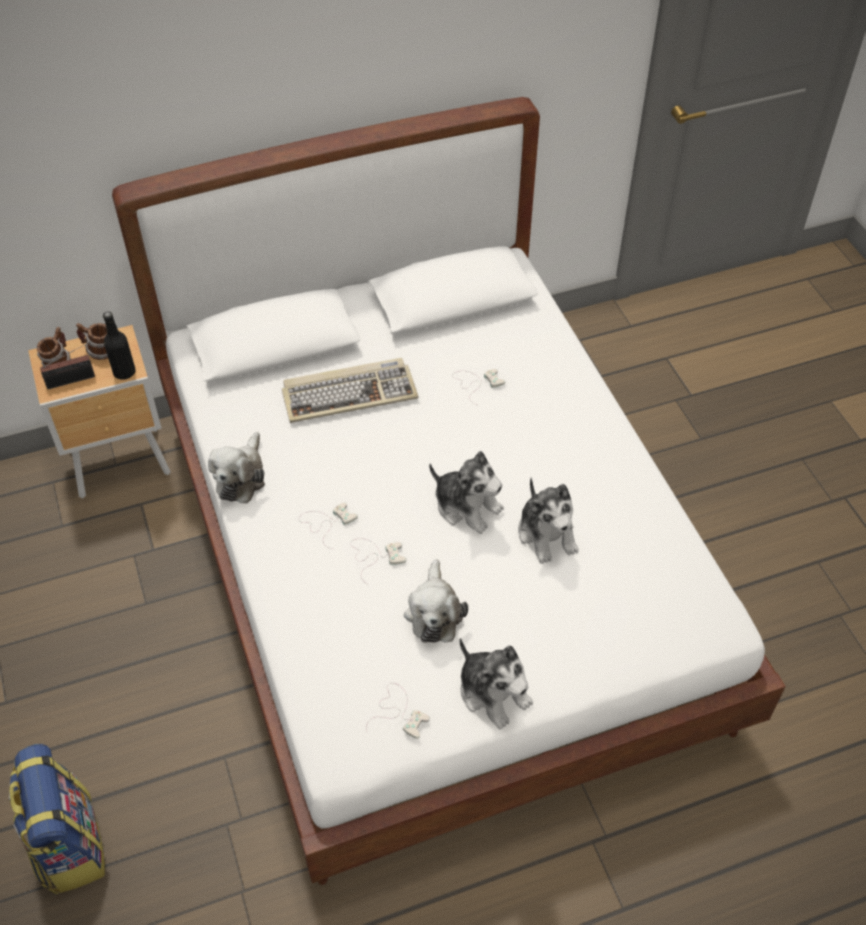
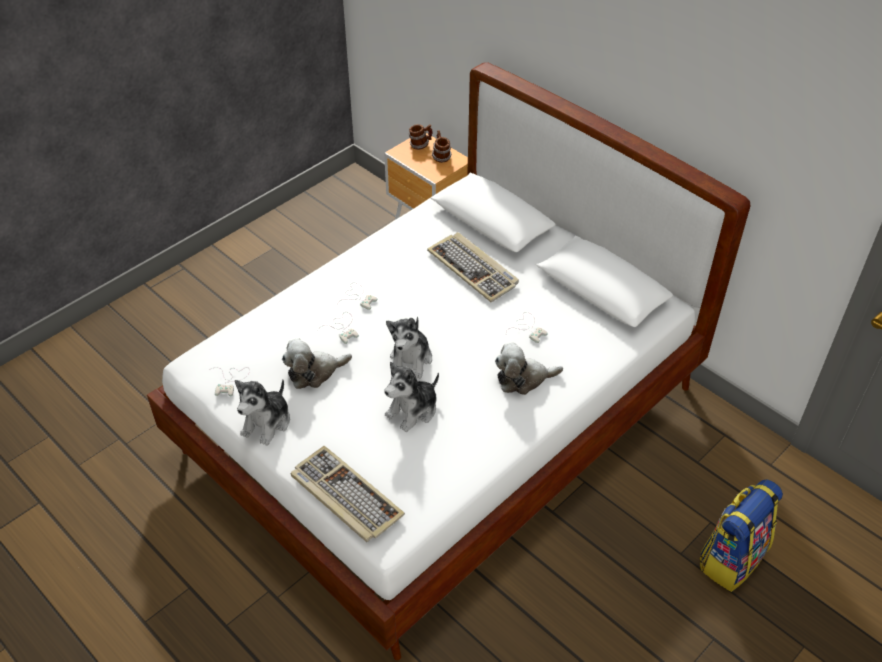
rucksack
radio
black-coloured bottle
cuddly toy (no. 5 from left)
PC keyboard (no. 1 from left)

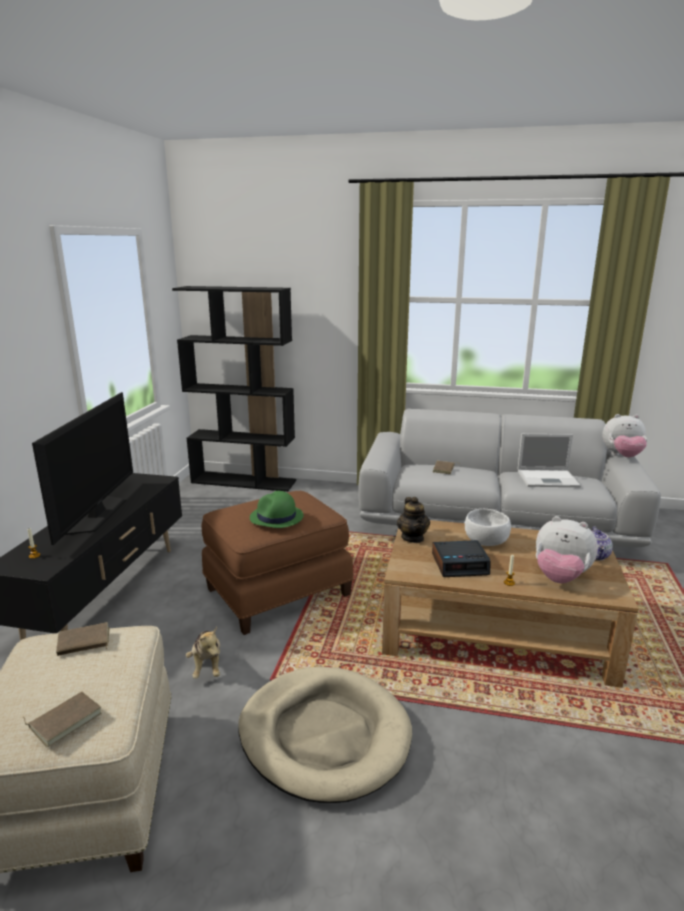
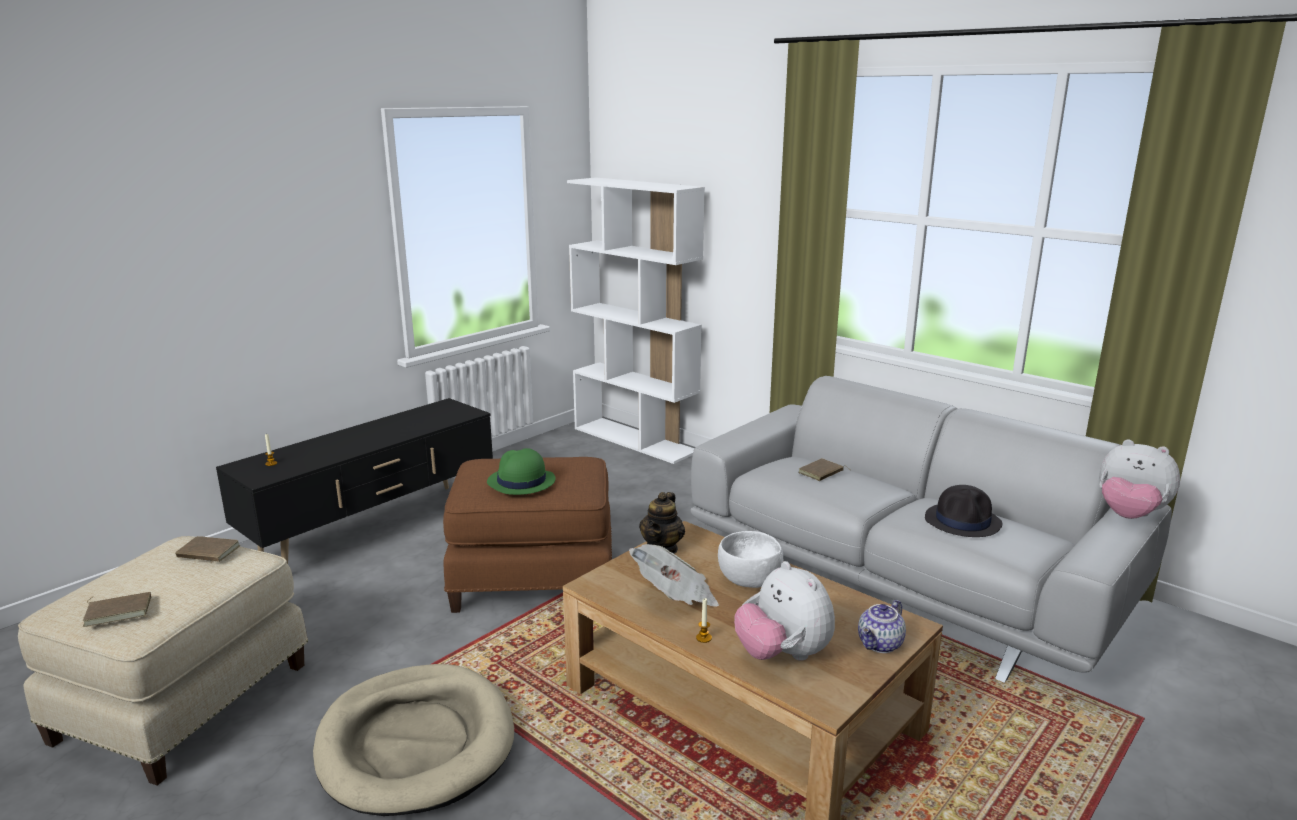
TV set
whitish shelving unit
cuddly toy (no. 1 from left in the first image)
newspaper
black-coloured wearable hat

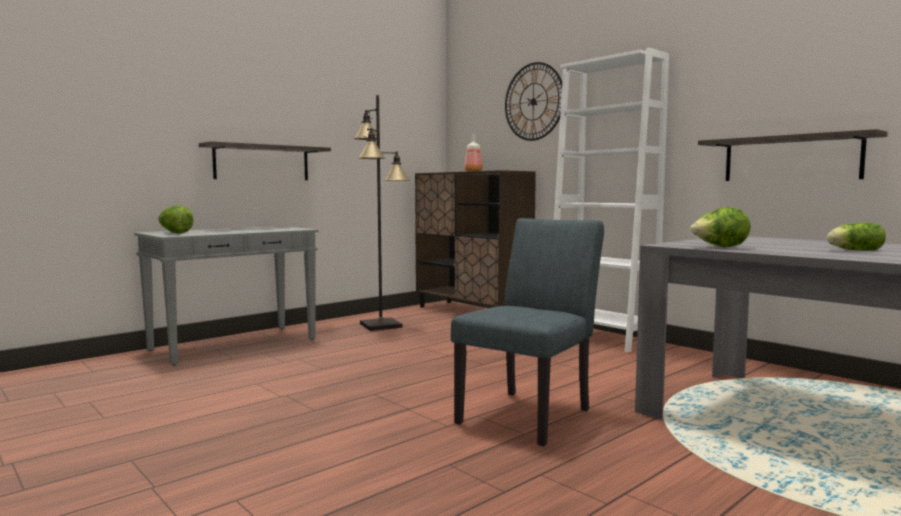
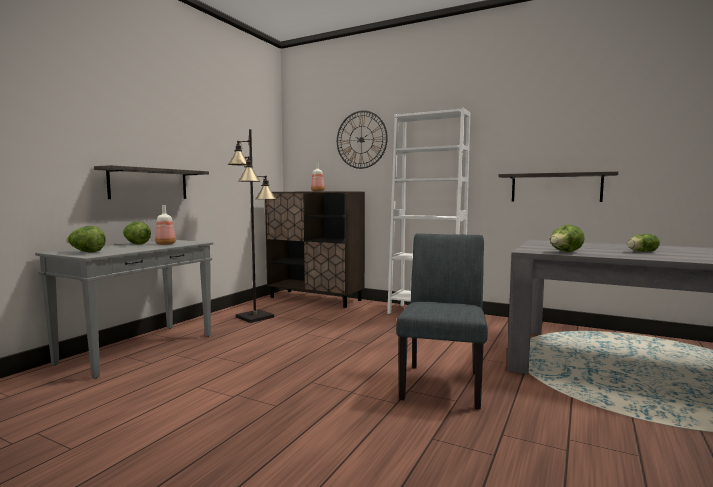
lettuce (no. 2 from left)
bottle (no. 1 from left)

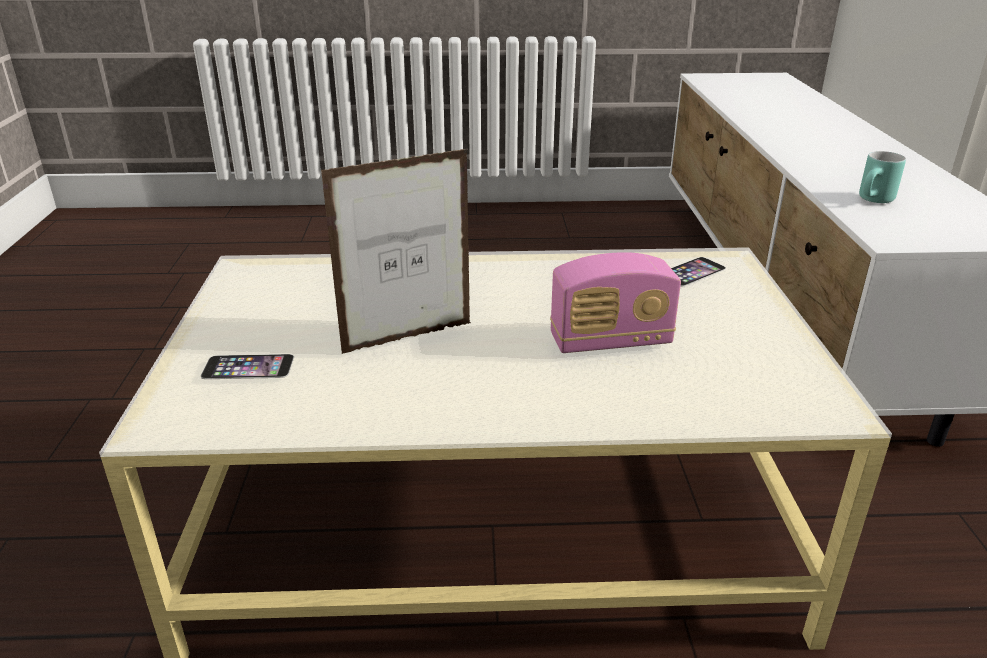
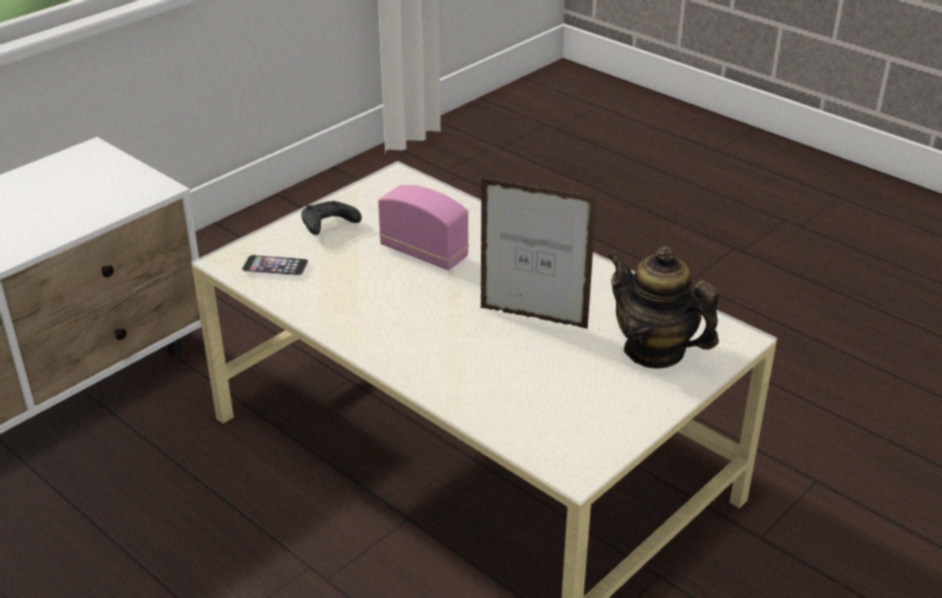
teapot
turquoise tea mug
black-coloured gamepad

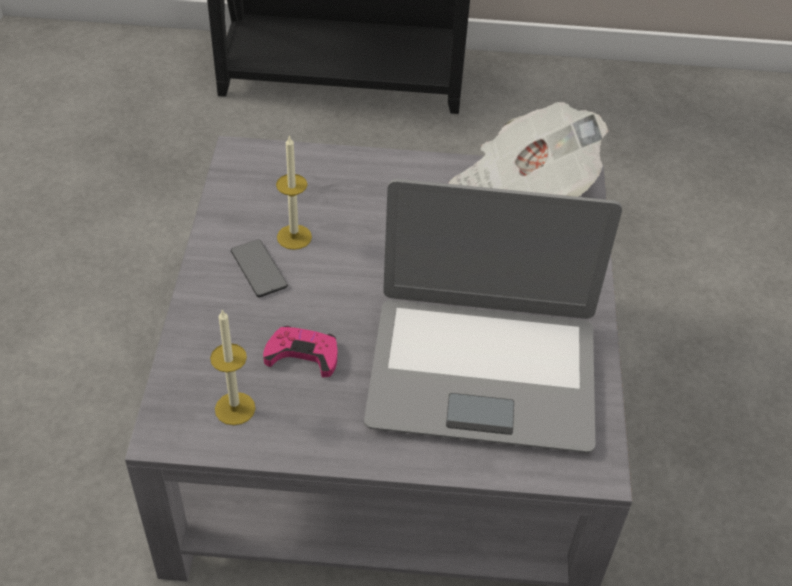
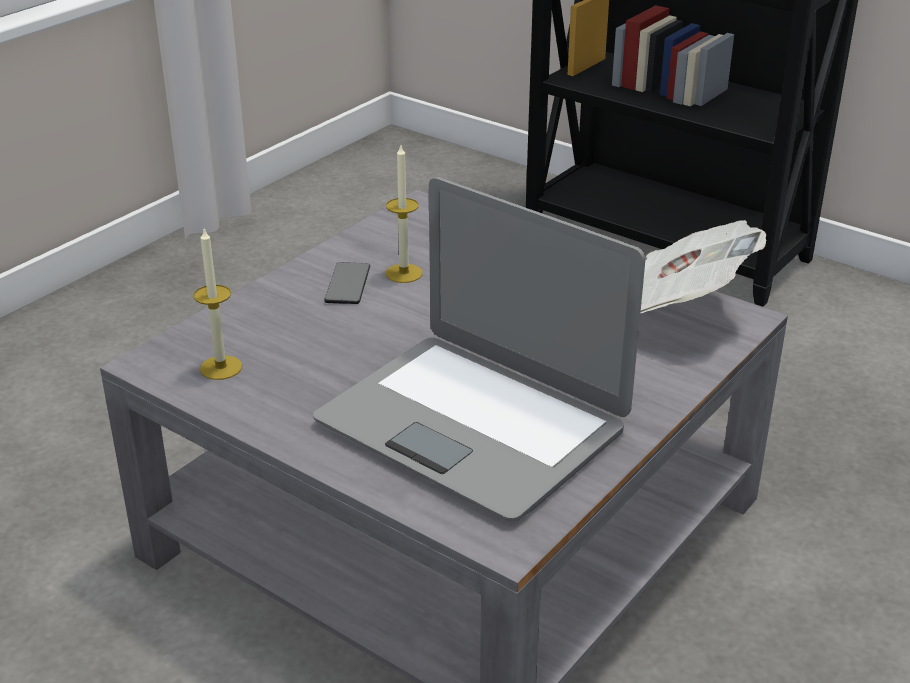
pinkish gamepad

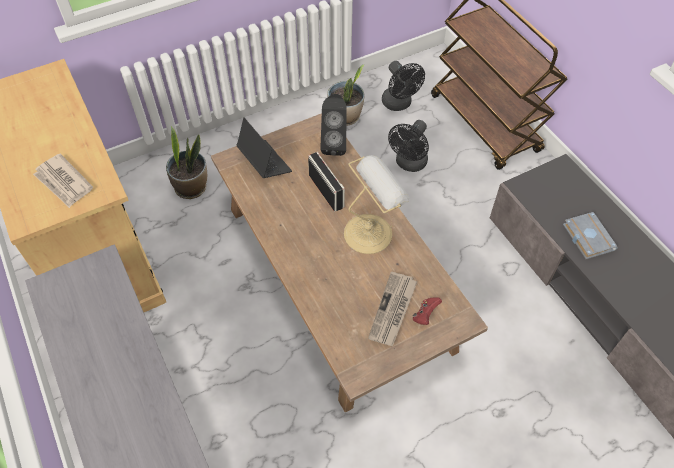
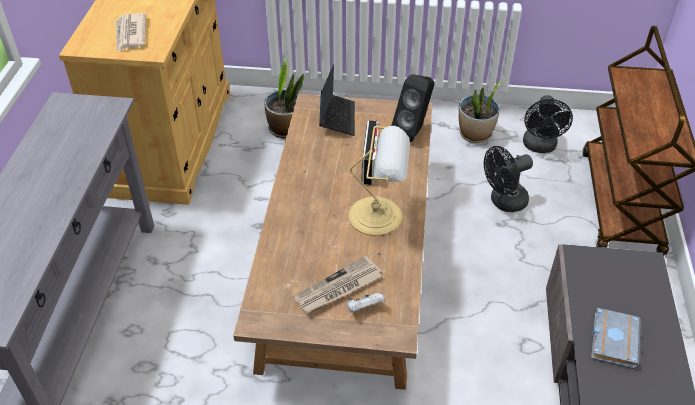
whitish gamepad

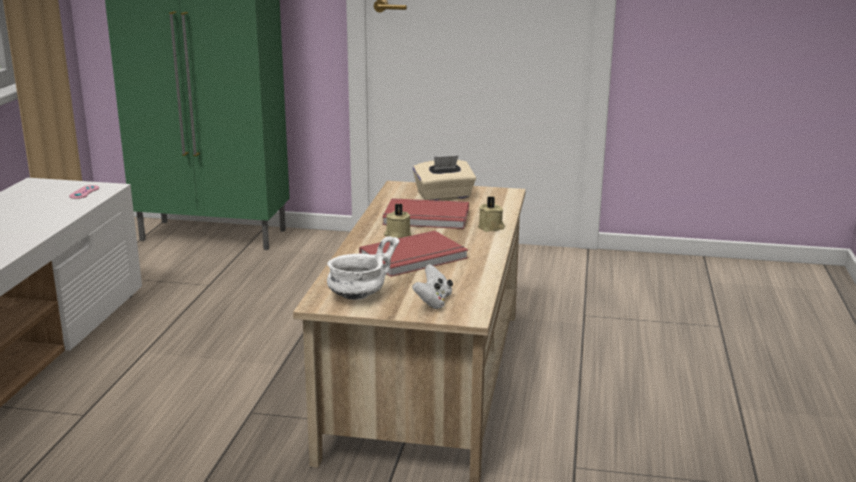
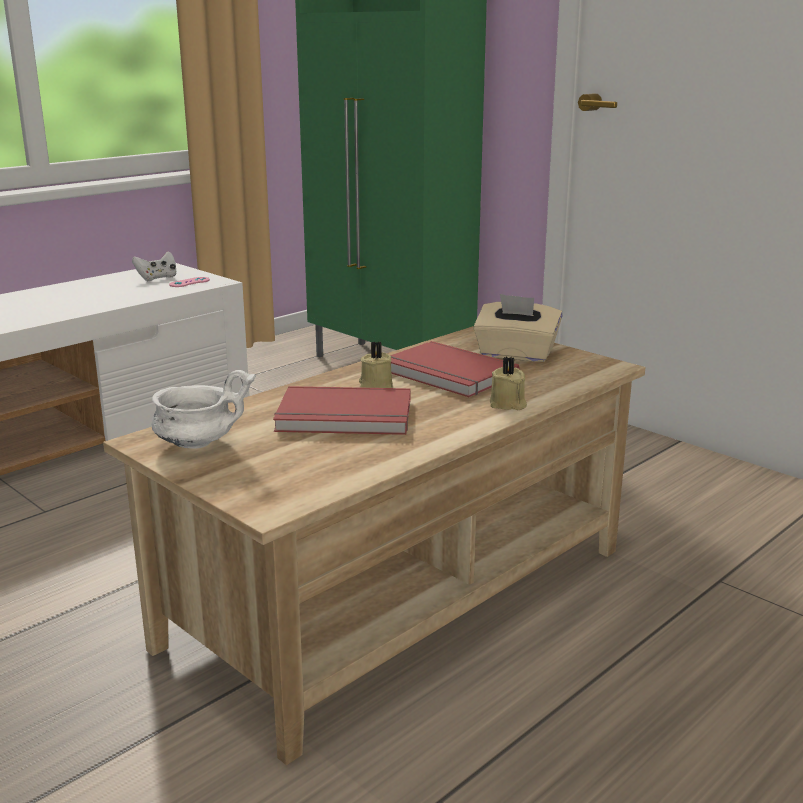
whitish gamepad

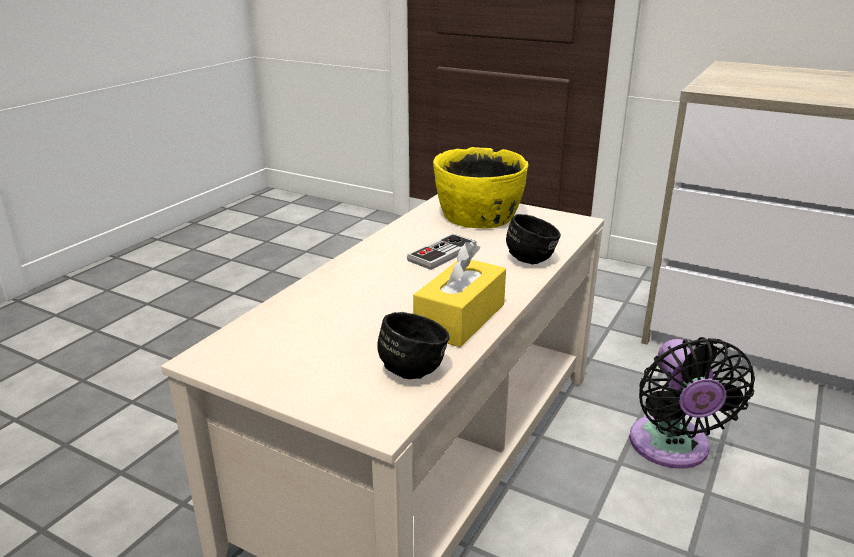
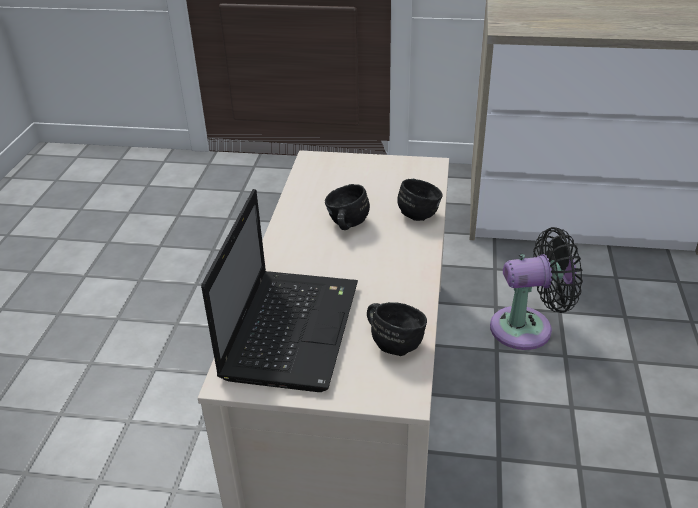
black-coloured tea mug (no. 1 from left)
yellow-coloured box of tissues
yellow-coloured serving bowl
black-coloured electric fan
laptop

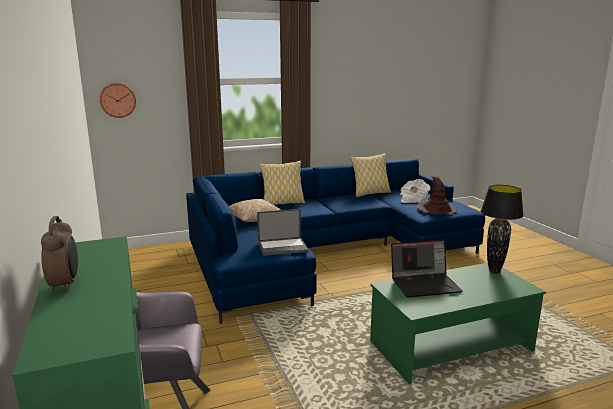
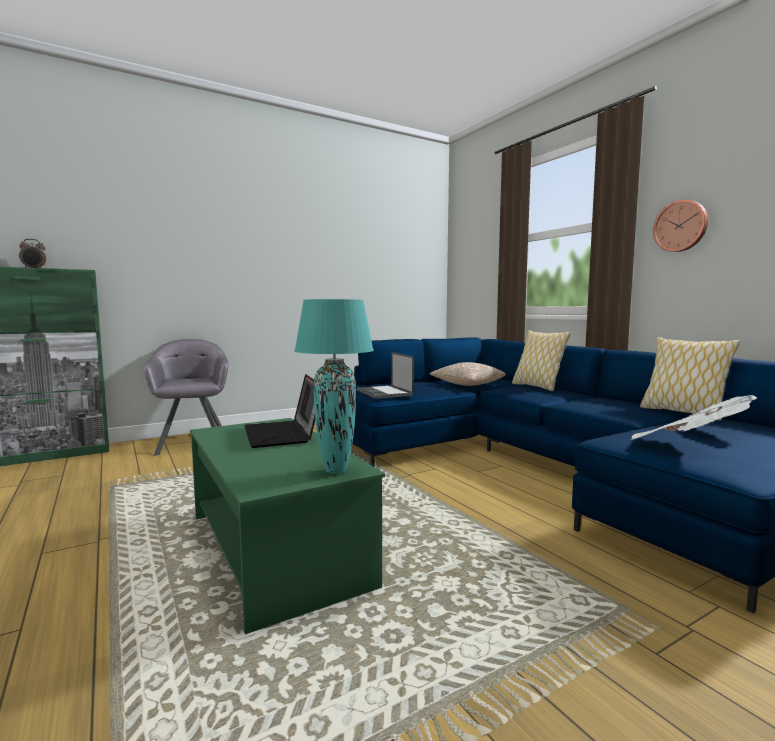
wall clock
newspaper (no. 1 from left)
turquoise tabletop lamp

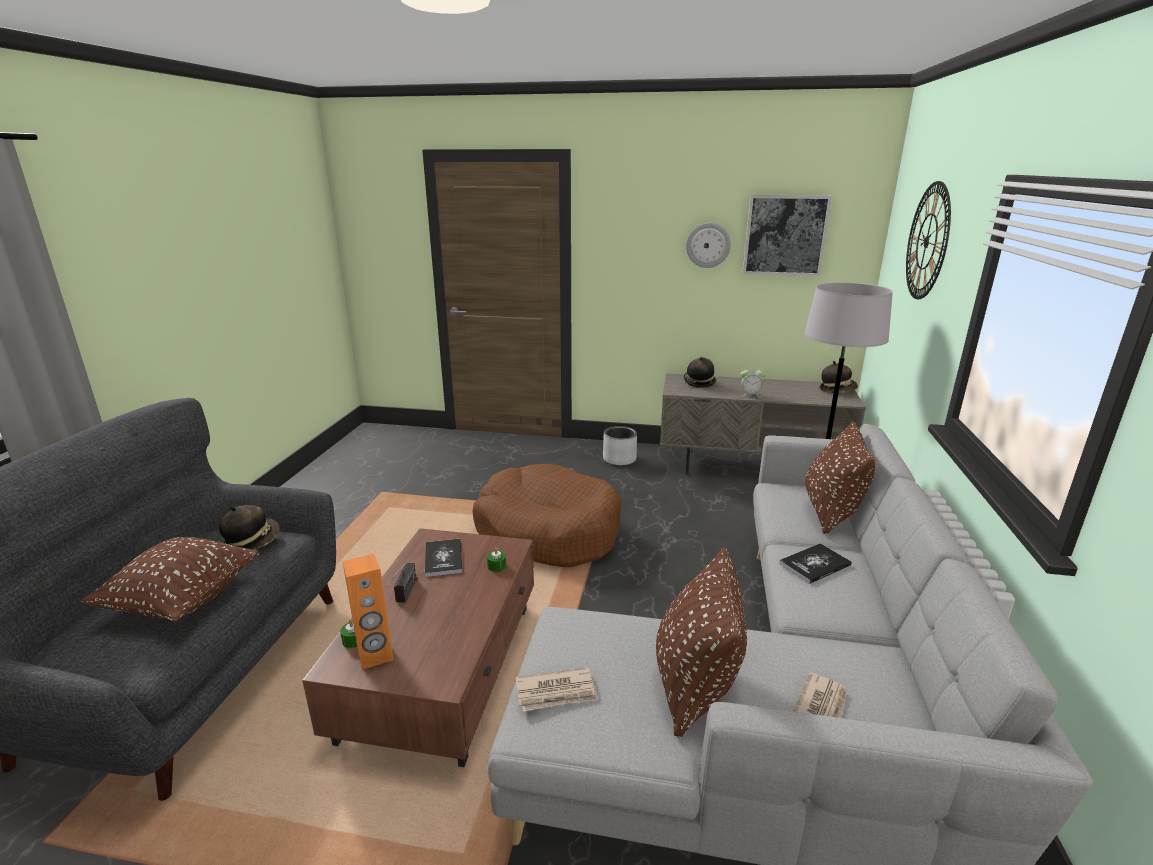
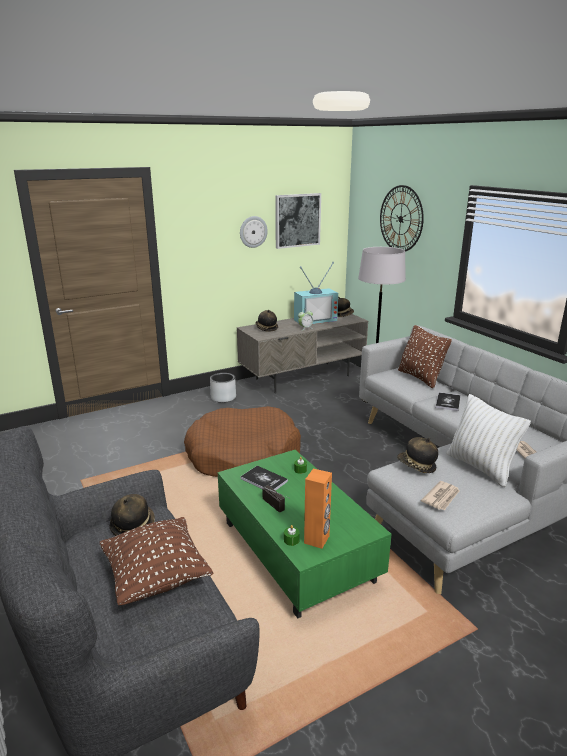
green coffee table
whitish cushion
TV set
wearable hat (no. 4 from left)

